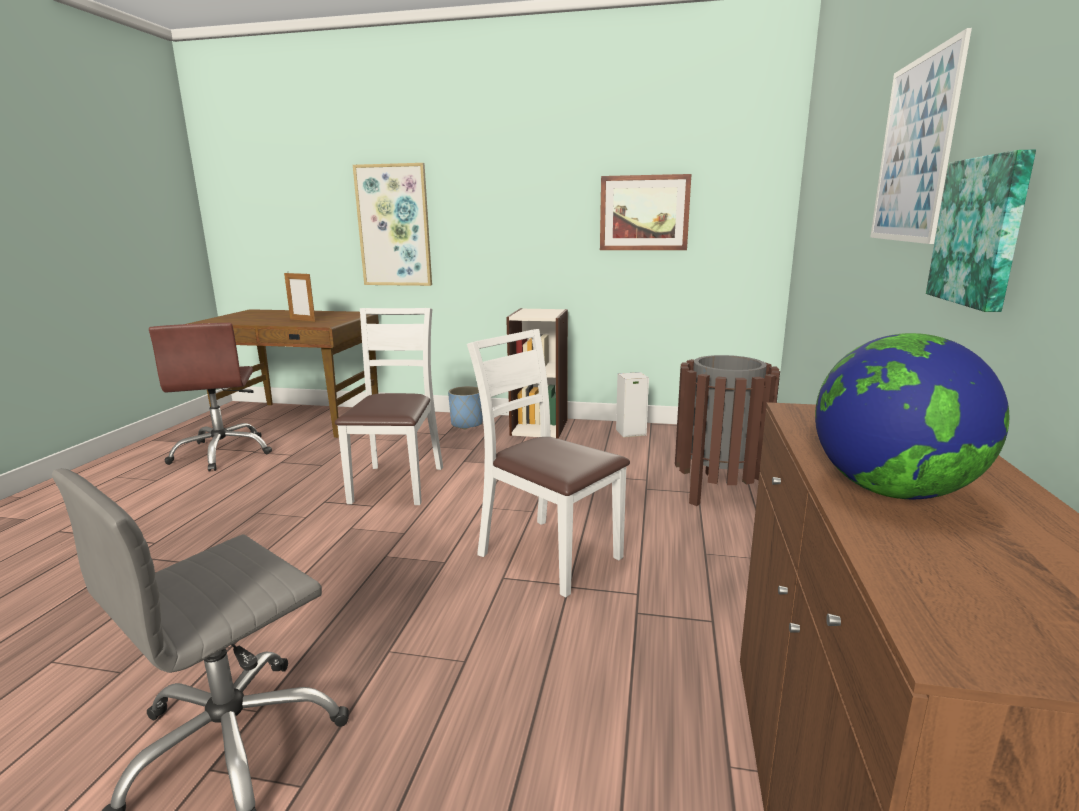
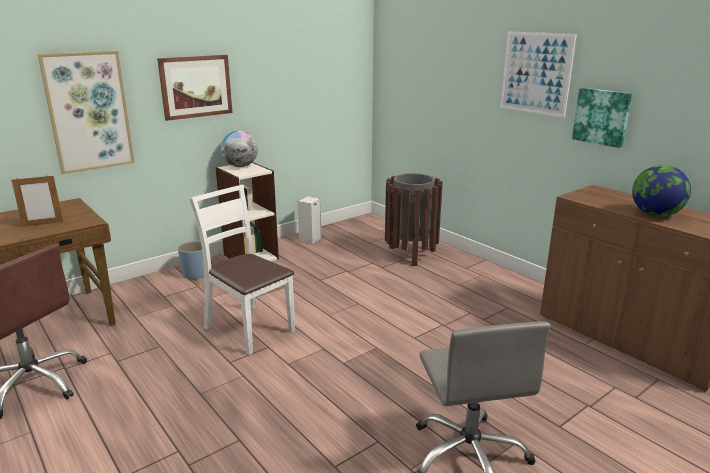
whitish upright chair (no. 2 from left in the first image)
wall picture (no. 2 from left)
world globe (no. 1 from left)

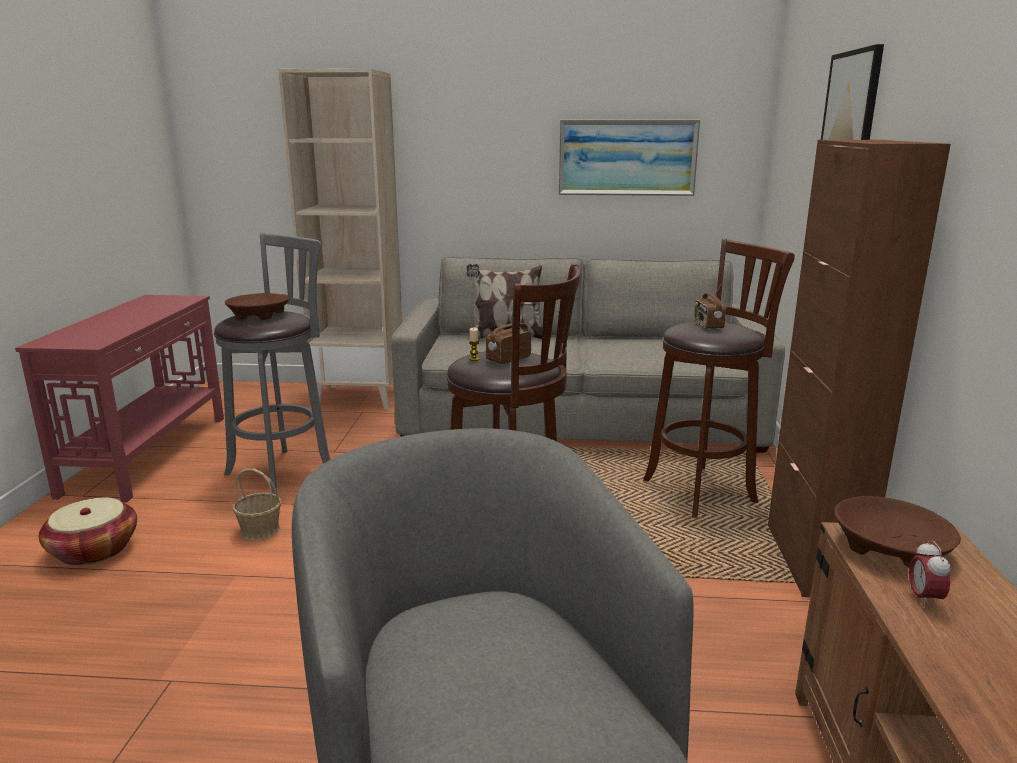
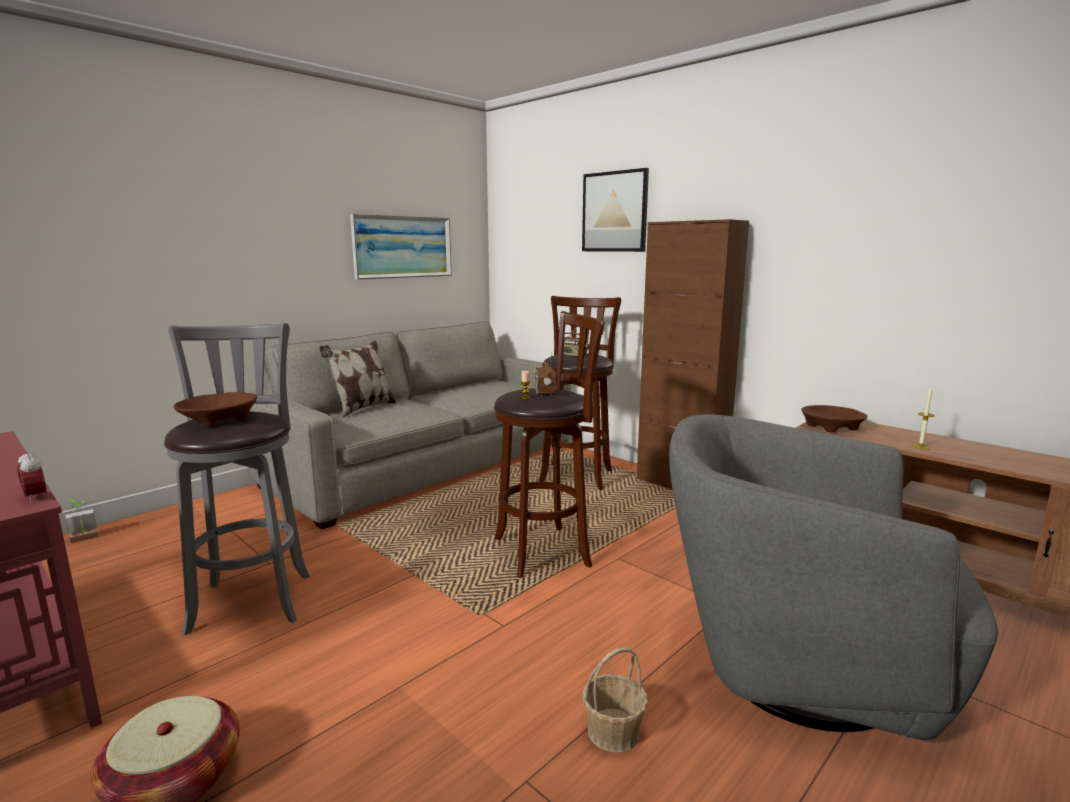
storage basket (no. 2 from left)
beige shelving unit
table clock
houseplant
wax candle (no. 2 from left)

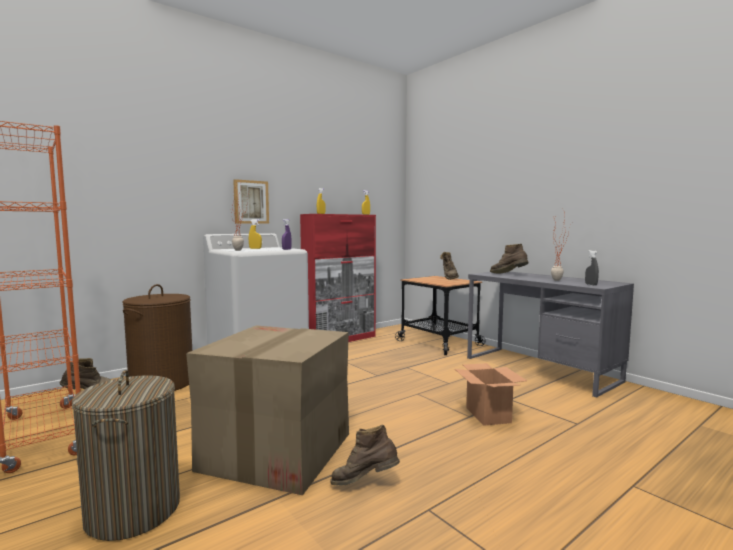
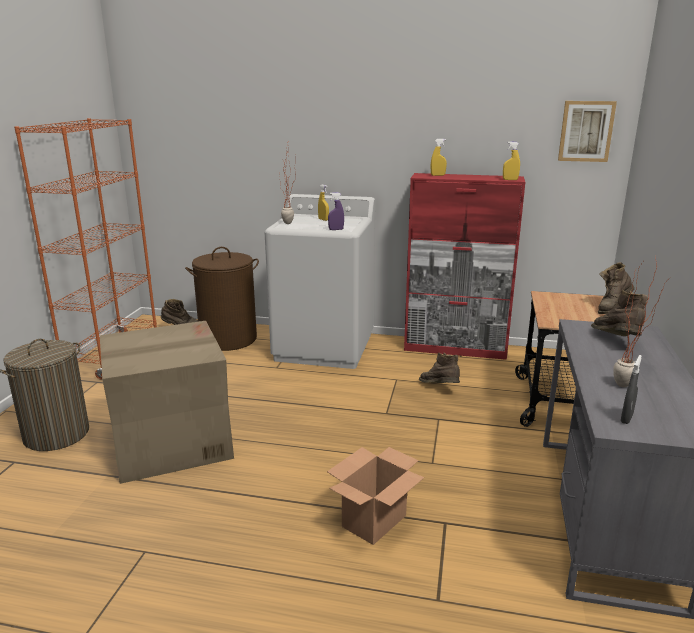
wall picture
brown high-top boot (no. 2 from left)

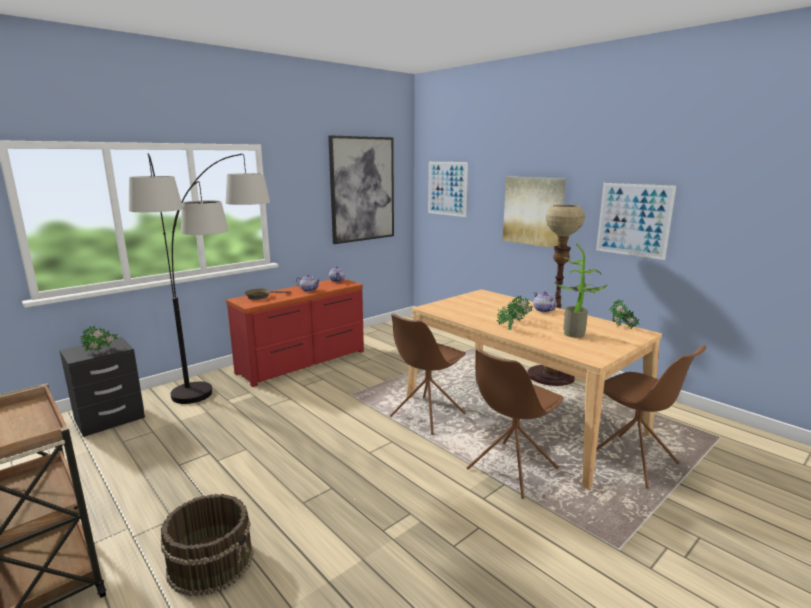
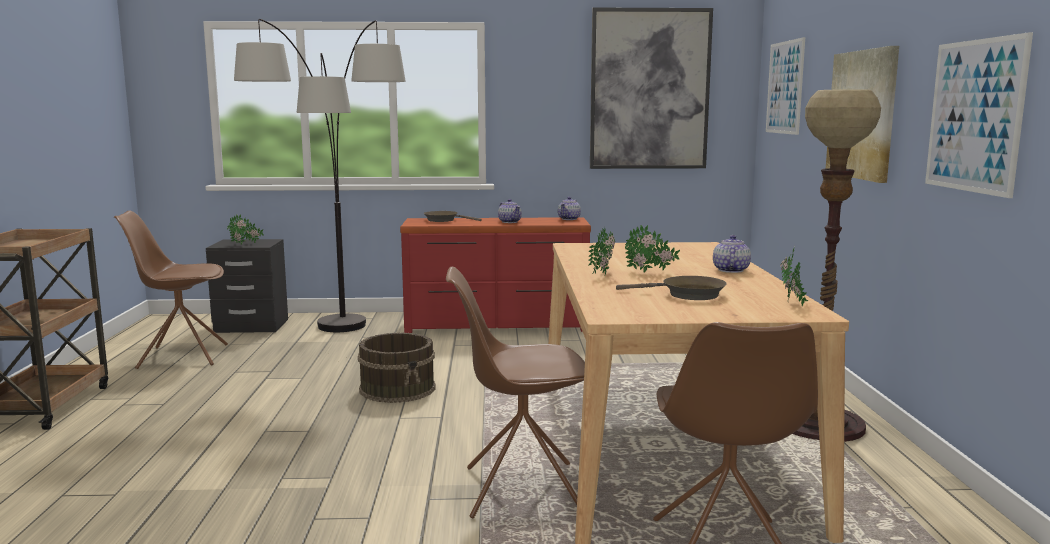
brown pail
brown upright chair (no. 1 from left)
brown frying pan (no. 2 from left)

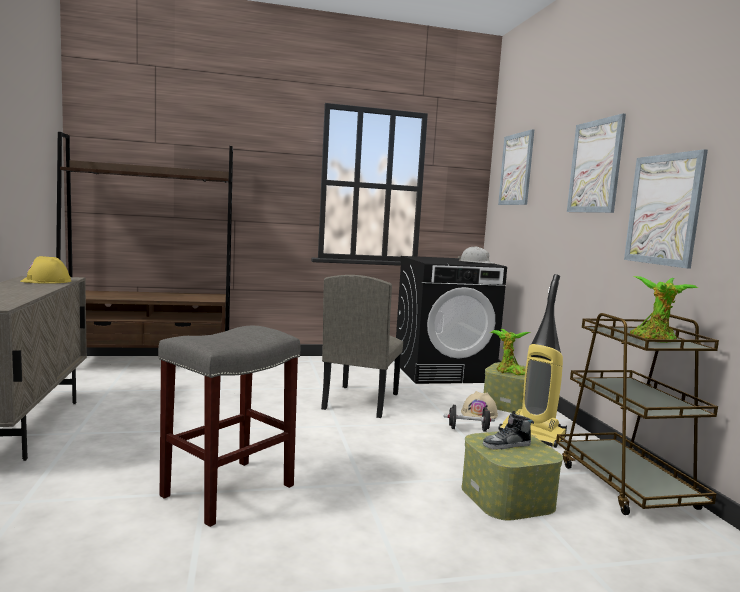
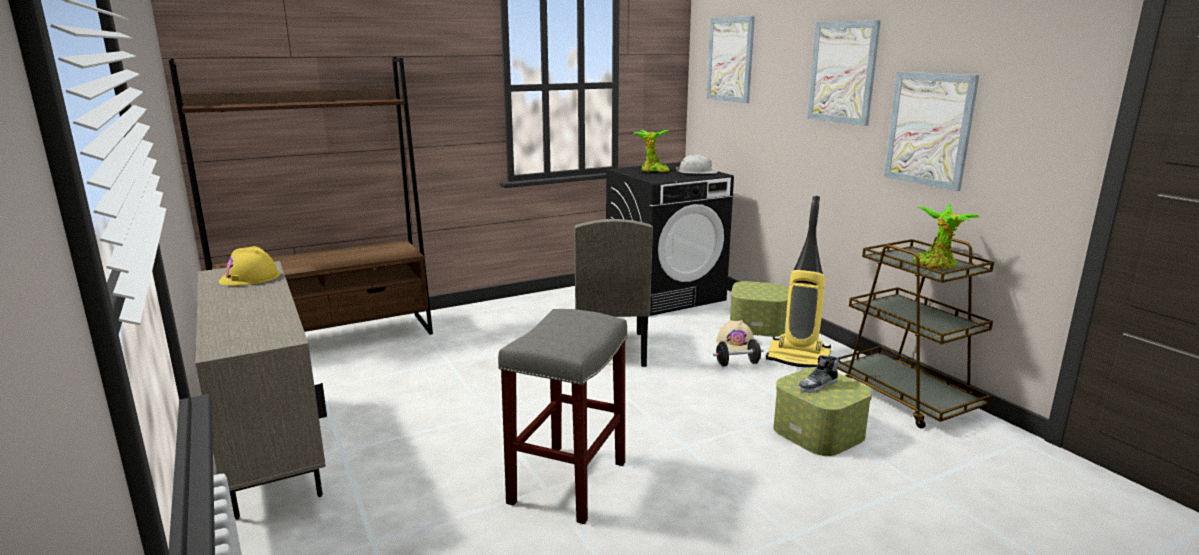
houseplant (no. 1 from left)

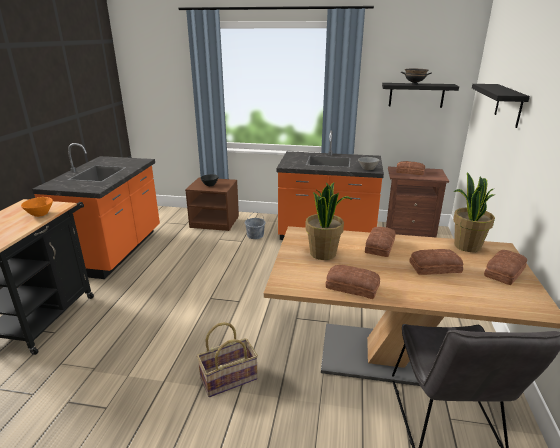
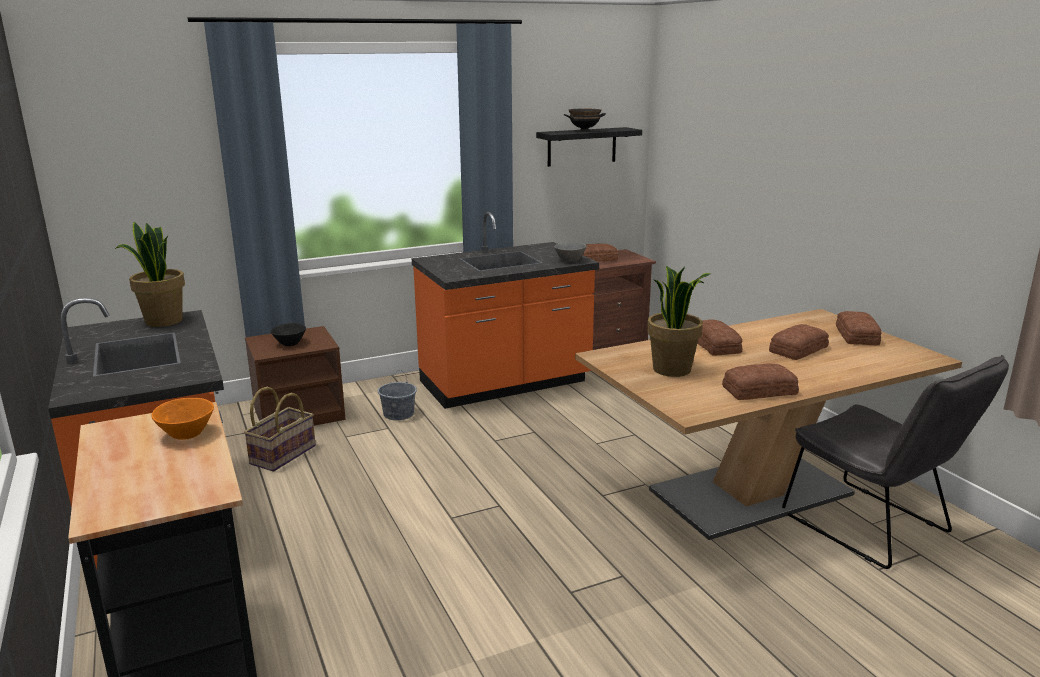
storage basket
houseplant (no. 1 from left)
black-coloured wall shelf (no. 2 from left in the first image)

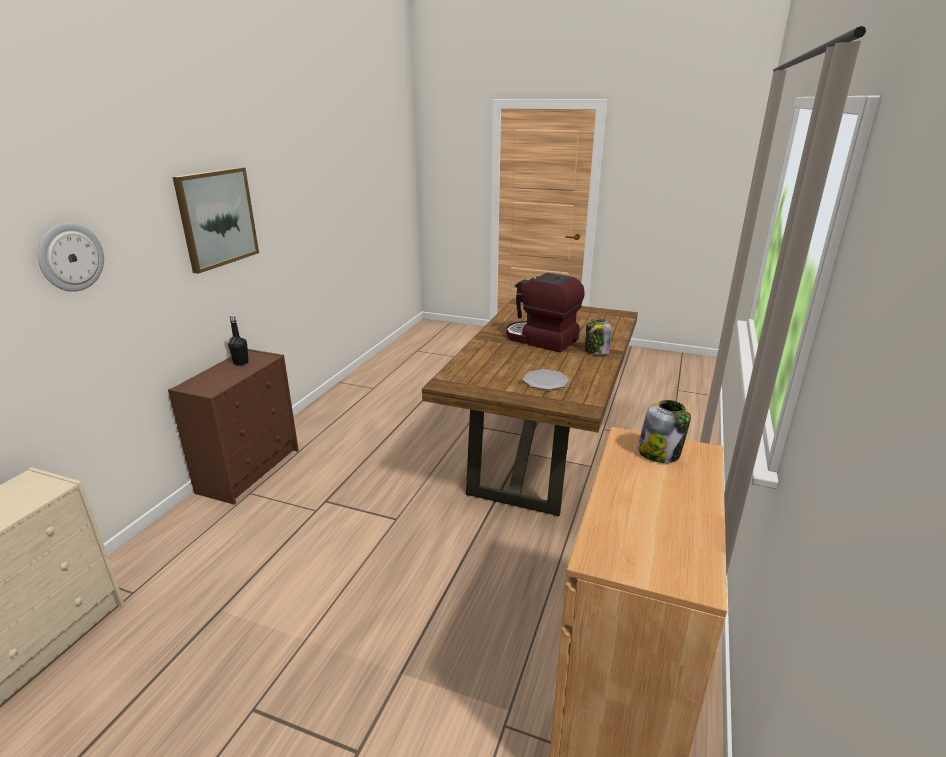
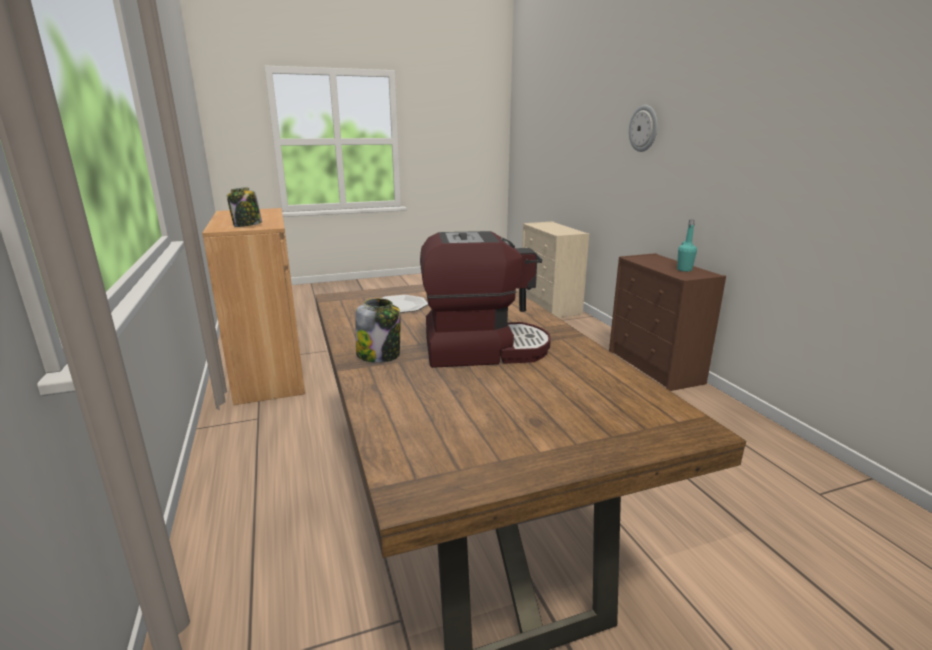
wall picture
turquoise bottle

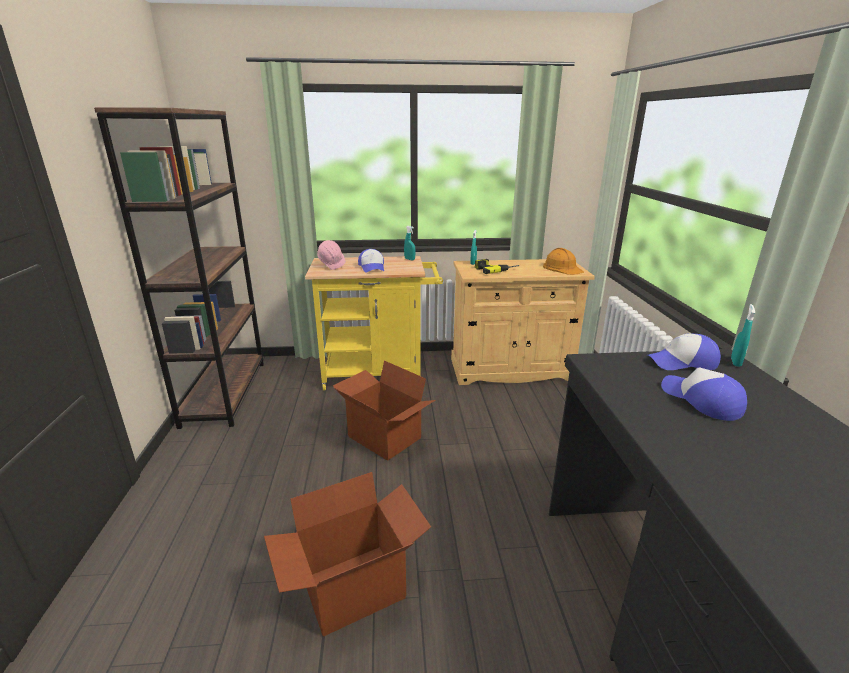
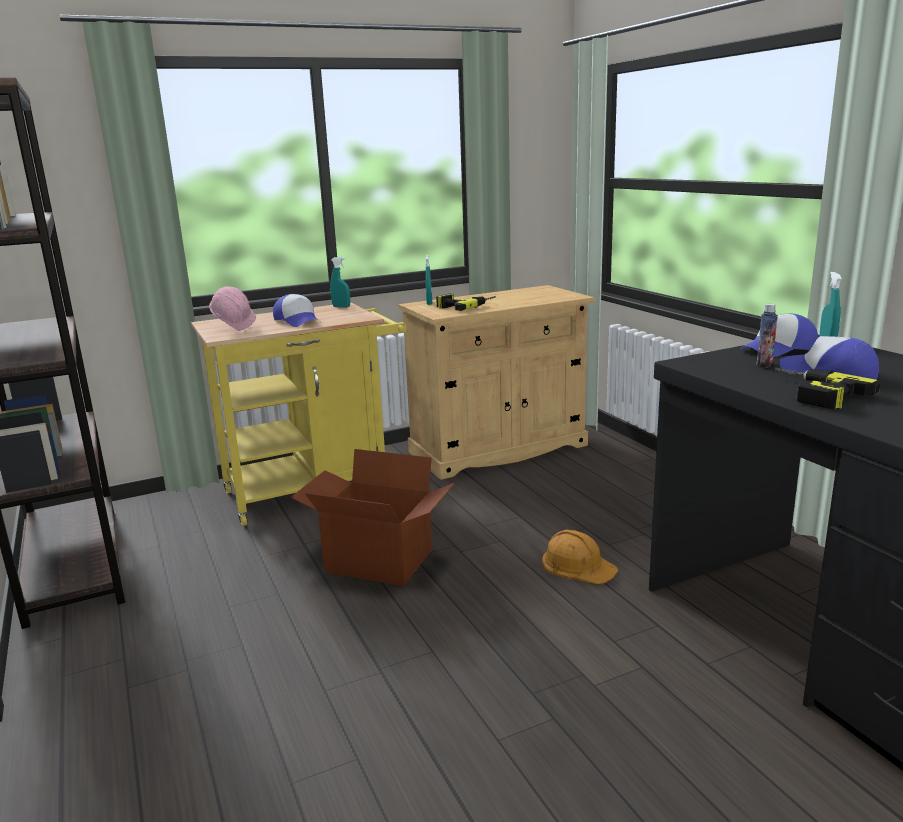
cardboard box (no. 1 from left in the first image)
orange-coloured safety helmet
bottle
electric drill (no. 2 from left)

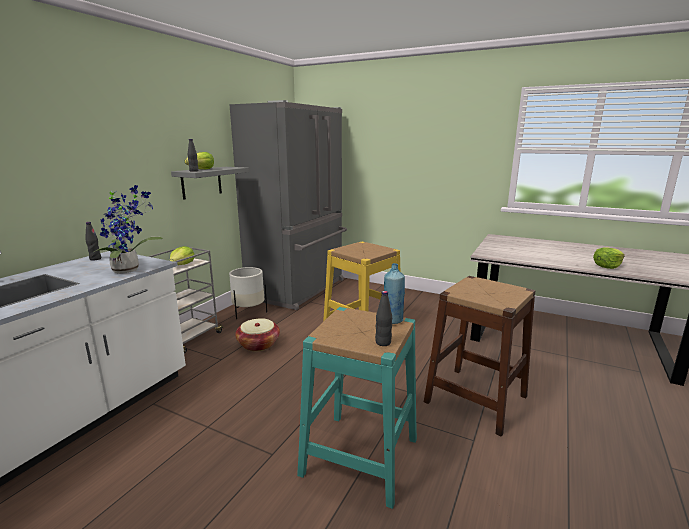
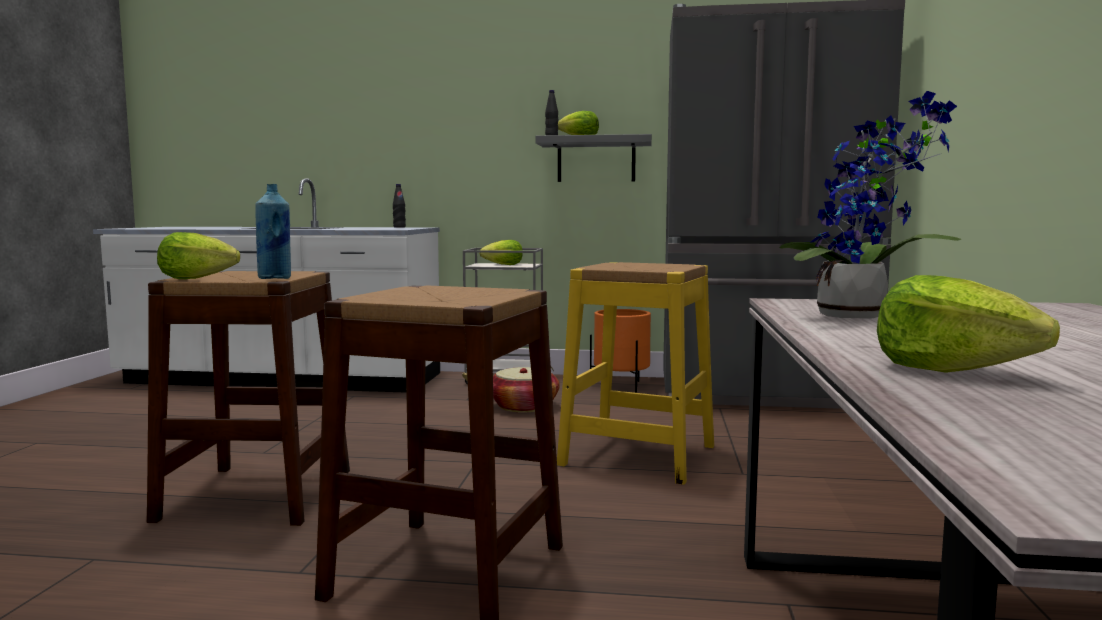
houseplant
orange-coloured flower pot
brown sitting stool (no. 1 from left)
lettuce (no. 1 from left)

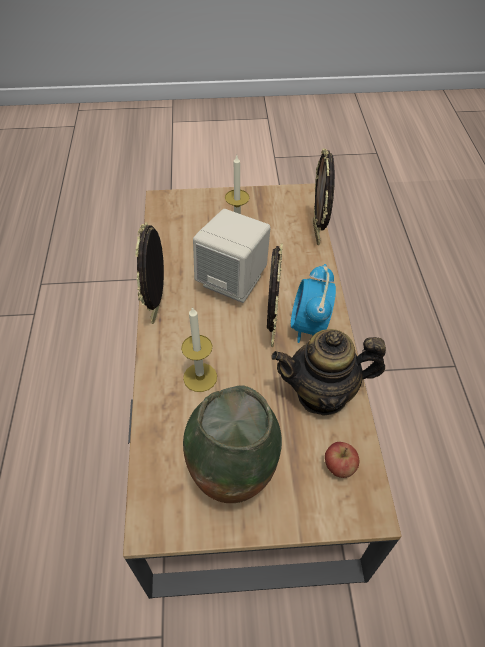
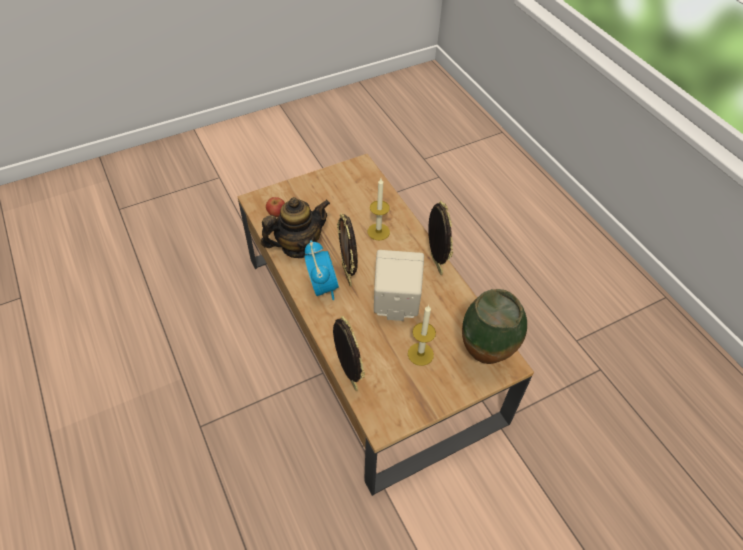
flower vase

